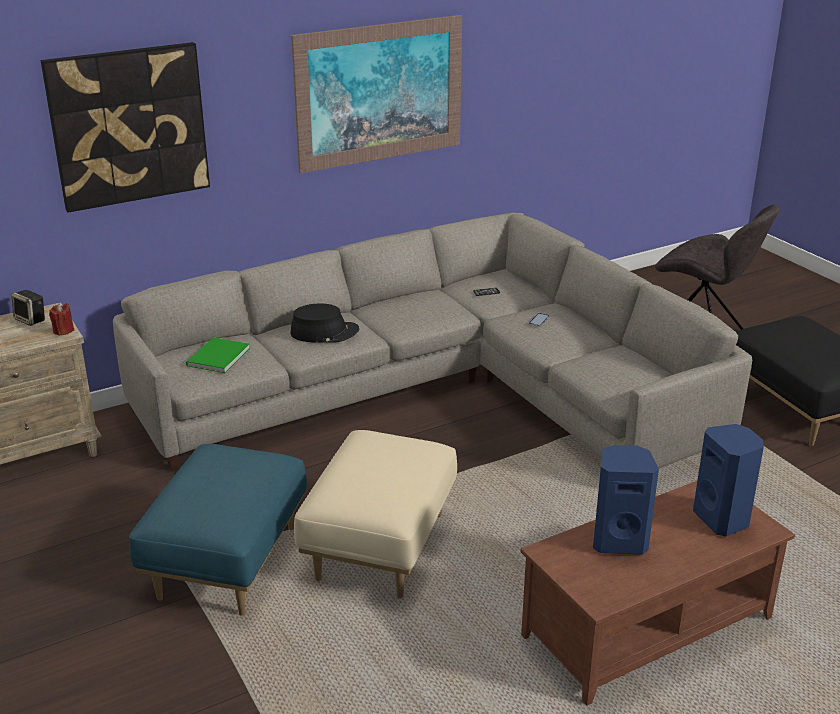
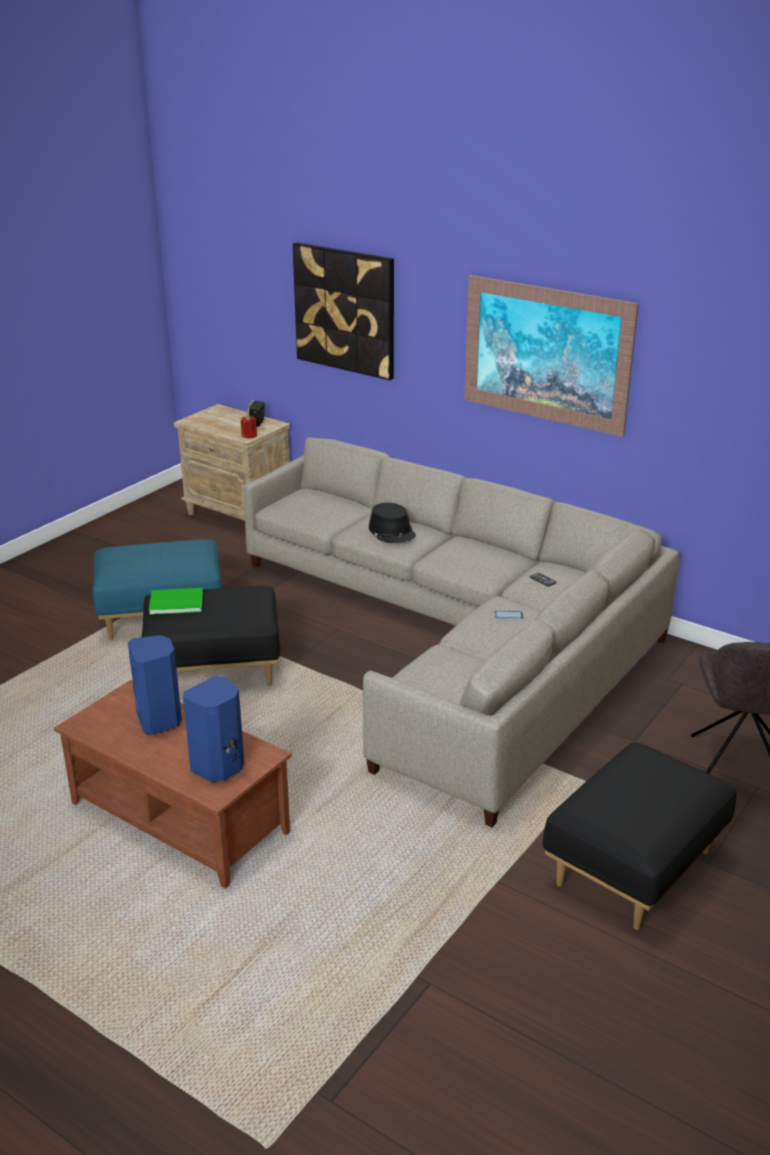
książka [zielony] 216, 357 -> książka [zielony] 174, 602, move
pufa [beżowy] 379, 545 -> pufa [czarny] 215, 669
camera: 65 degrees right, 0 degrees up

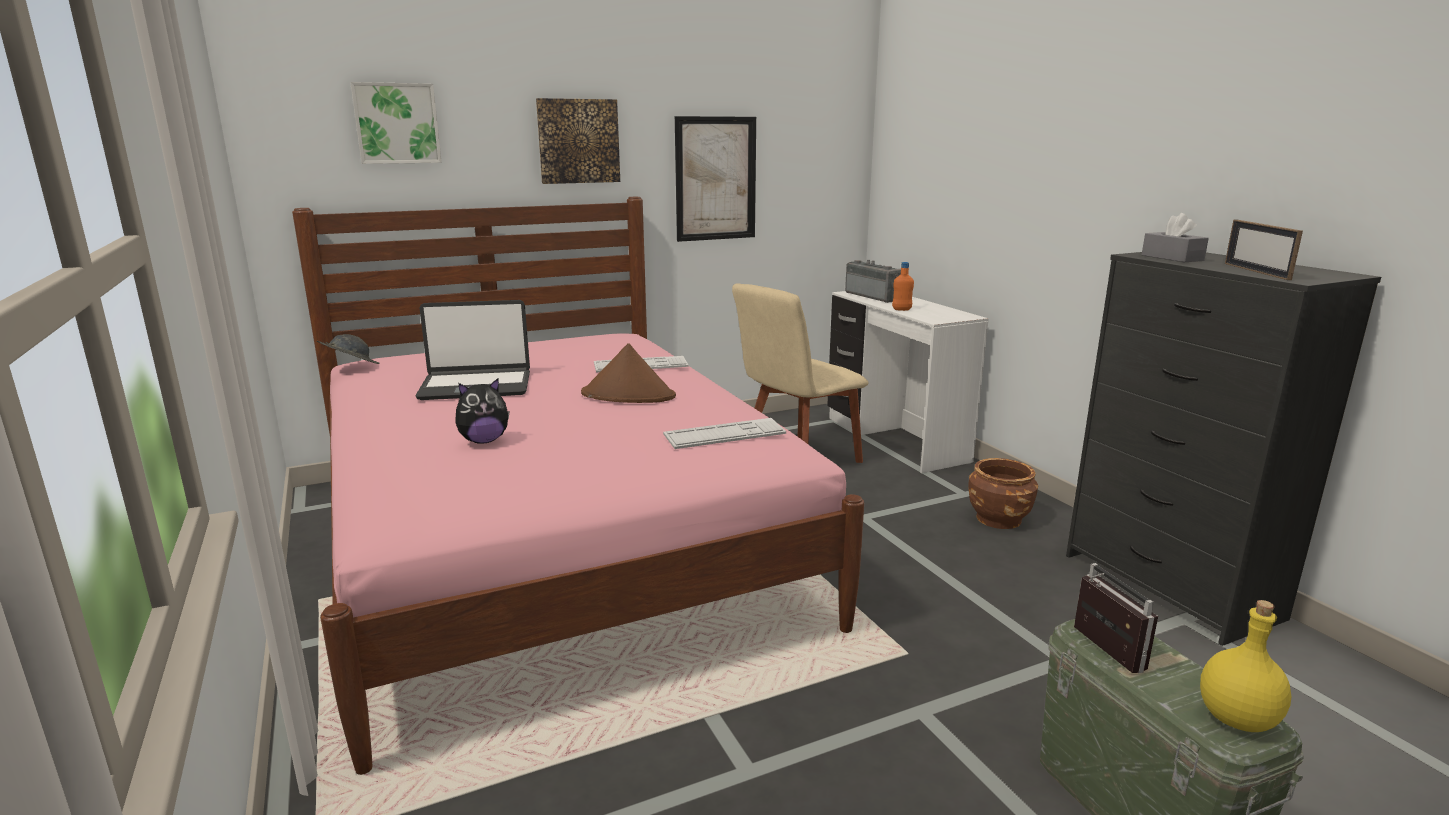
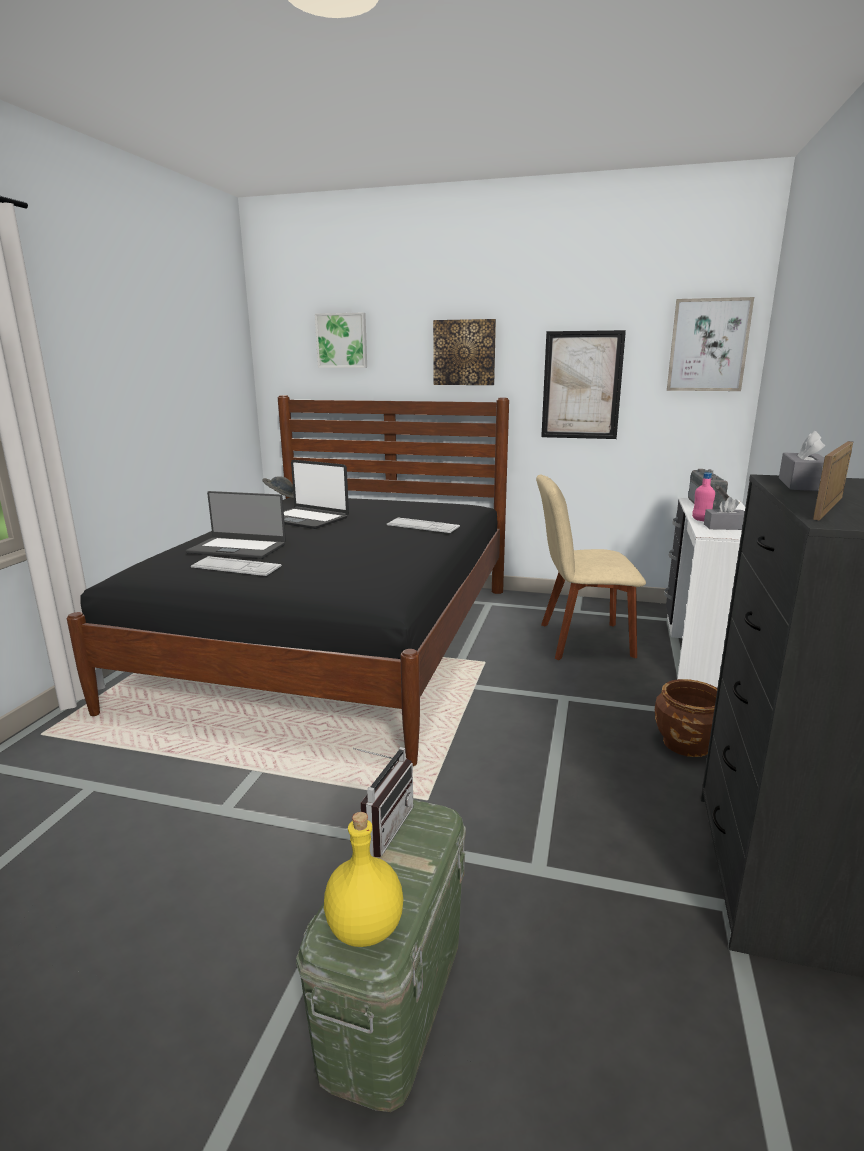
łóżko [różowy] 552, 545 -> łóżko [czarny] 336, 641
pluszak 484, 441 -> laptop 238, 548
kapelusz [brązowy] 629, 395 -> none
klawiatura 725, 434 -> klawiatura 236, 567, move
butelka [pomarańczowy] 901, 309 -> butelka [różowy] 701, 520
none -> obraz 708, 345
none -> pudełko chusteczek [szary] 725, 527
camera: 40 degrees right, 0 degrees up

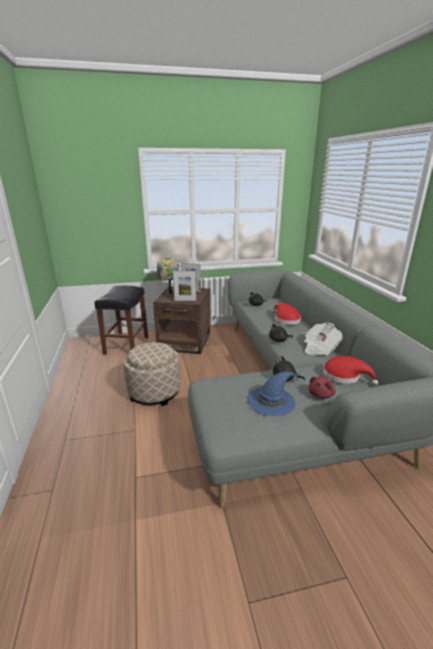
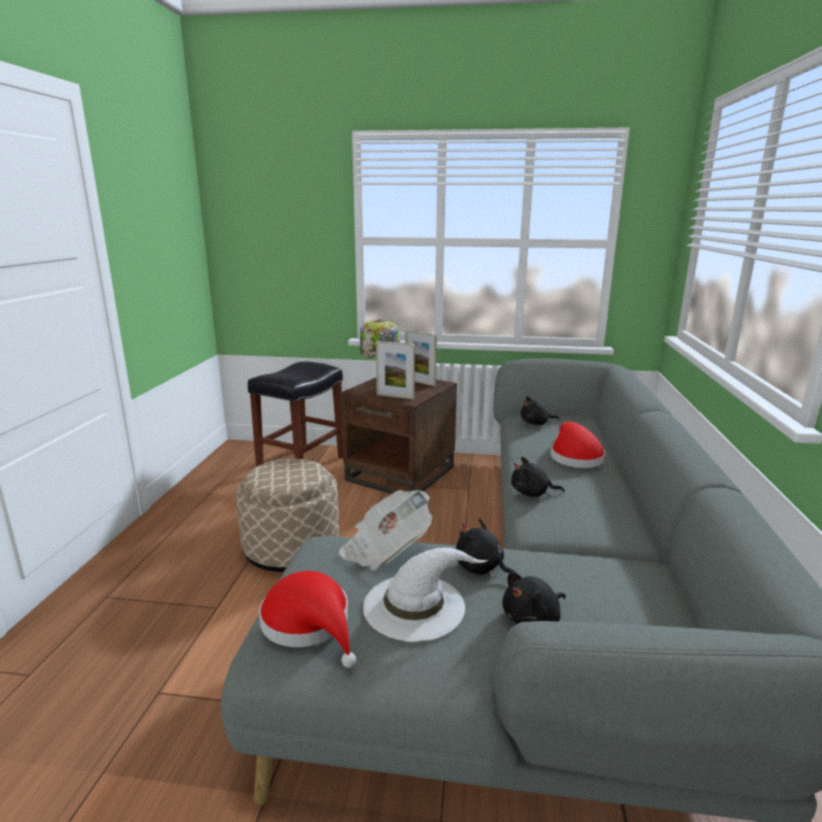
kapelusz [niebieski] 271, 400 -> kapelusz [biały] 415, 605
gazeta 320, 348 -> gazeta 385, 549, move
pluszak [czerwony] 321, 394 -> pluszak [czarny] 533, 619
kapelusz [czerwony] 344, 376 -> kapelusz [czerwony] 310, 624, move
camera: 20 degrees right, 5 degrees down

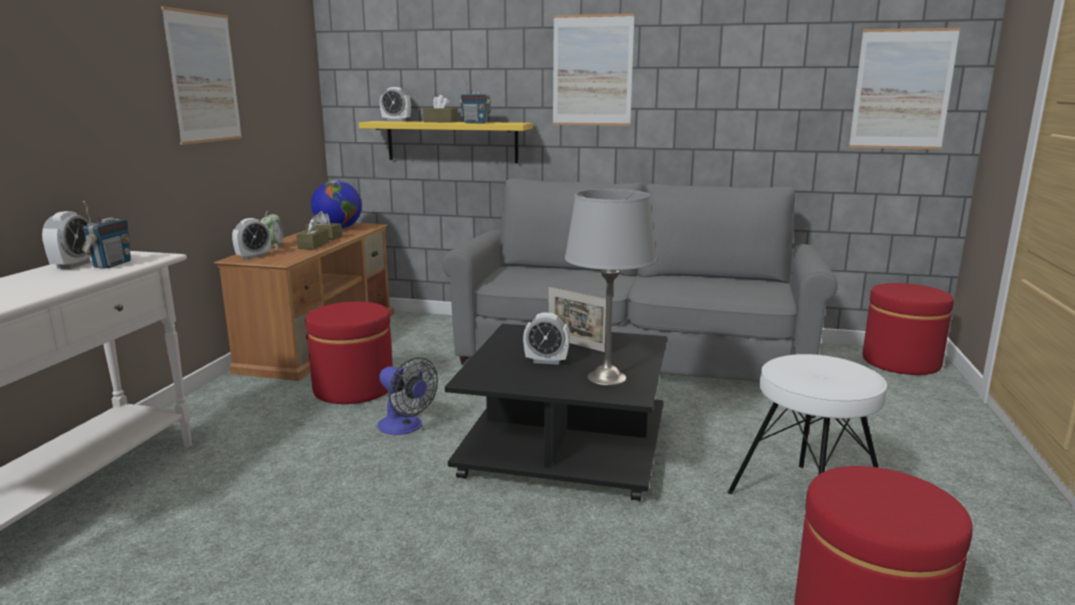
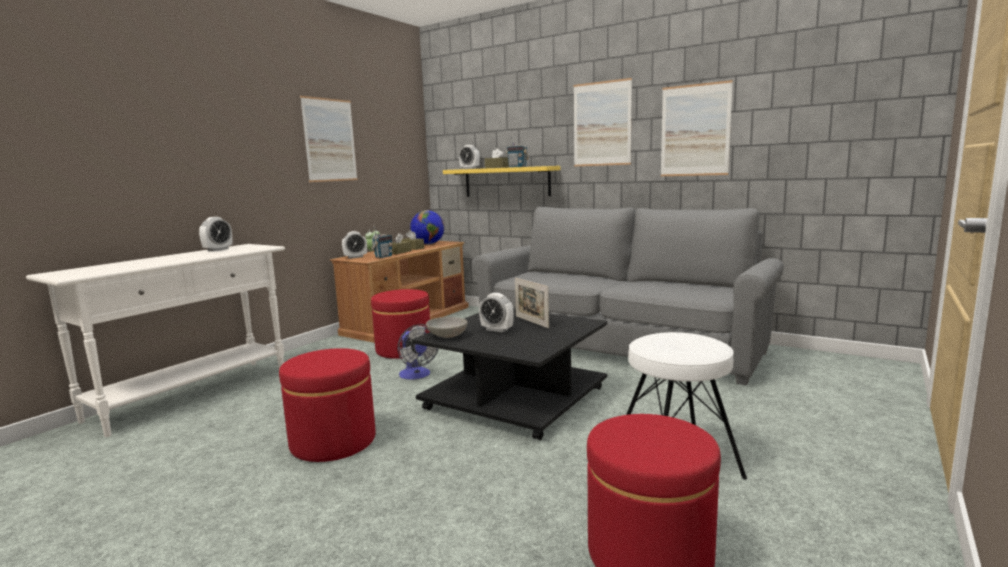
radio 112, 264 -> radio 383, 257, move
lampa stołowa [szary] 607, 378 -> none
obraz 902, 89 -> obraz 695, 130, move
pufa [czerwony] 901, 362 -> pufa [czerwony] 333, 441, move
none -> miska [szary] 447, 336
camera: 20 degrees right, 5 degrees down

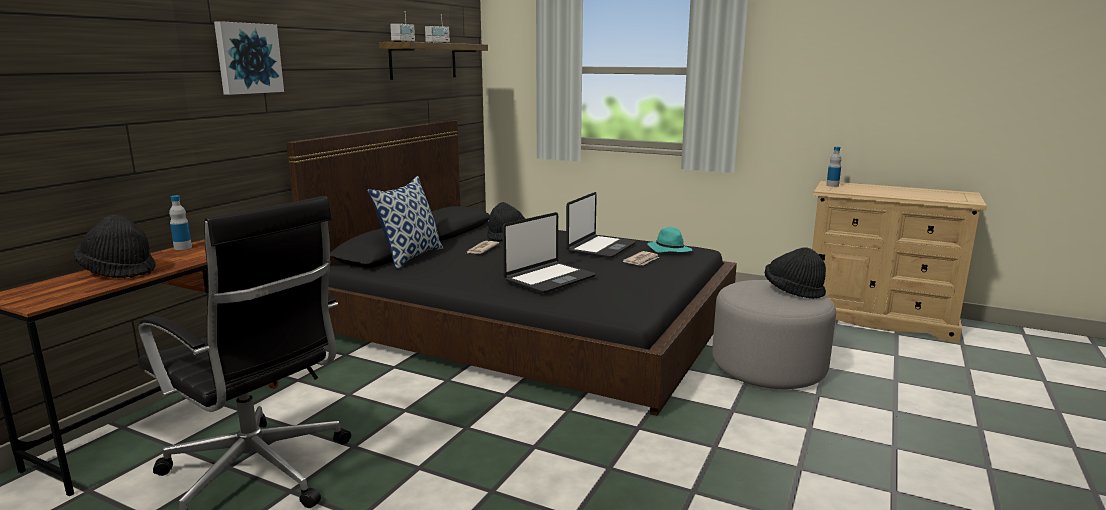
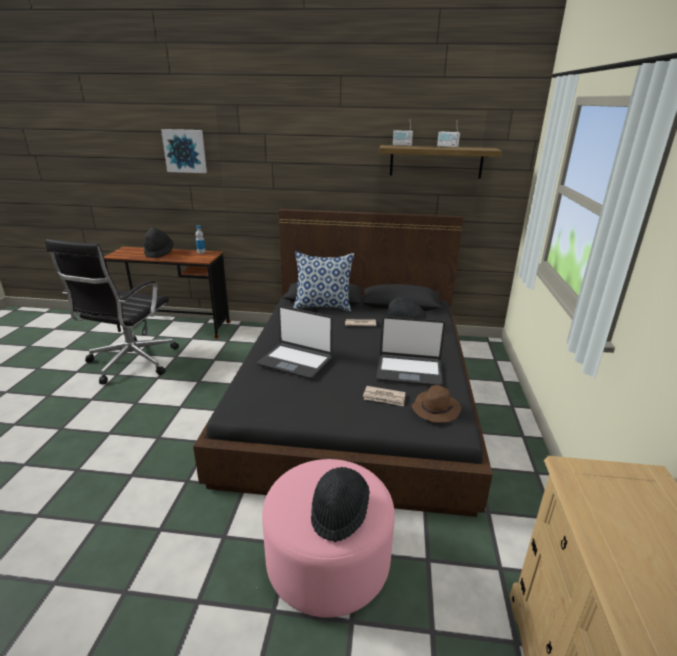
obraz 248, 58 -> obraz 185, 151, move
kapelusz [turkusowy] 668, 250 -> kapelusz [brązowy] 435, 409
pufa [szary] 768, 367 -> pufa [różowy] 328, 562
butelka 832, 185 -> none
camera: 70 degrees right, 10 degrees up

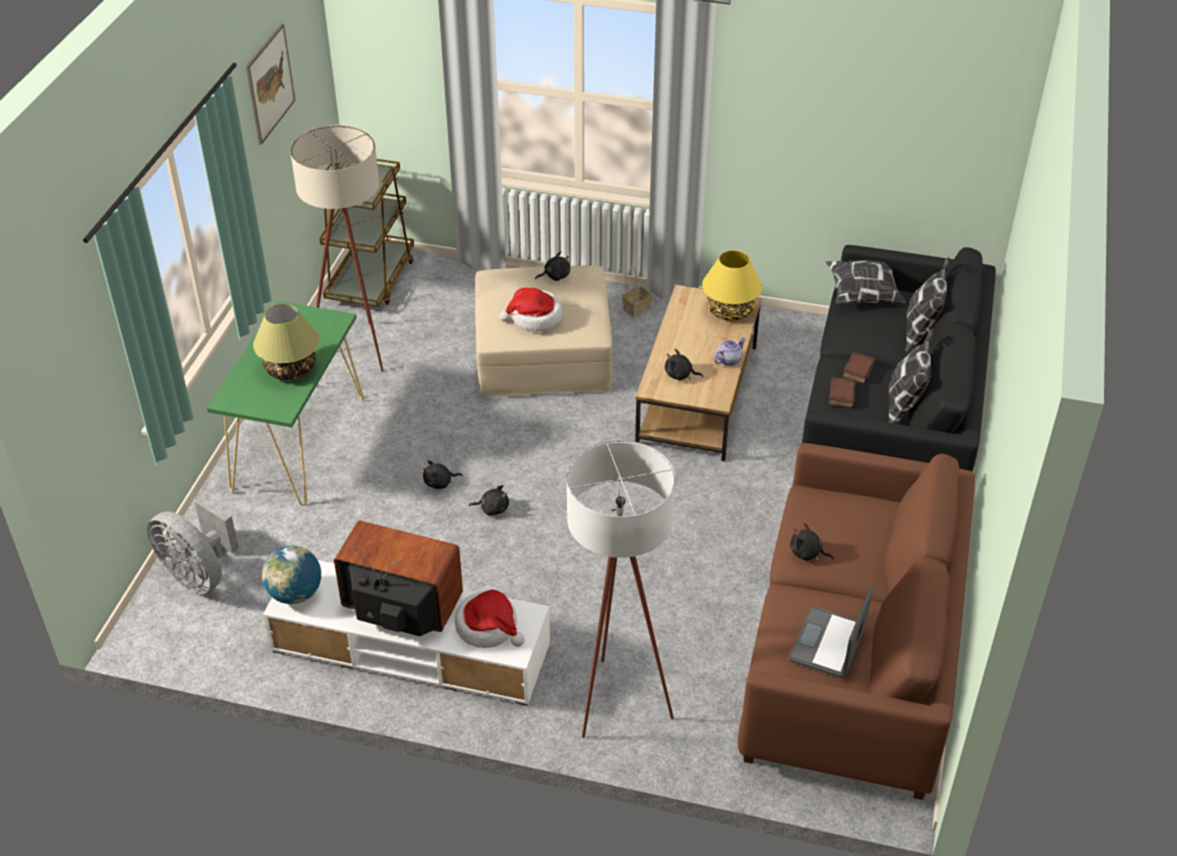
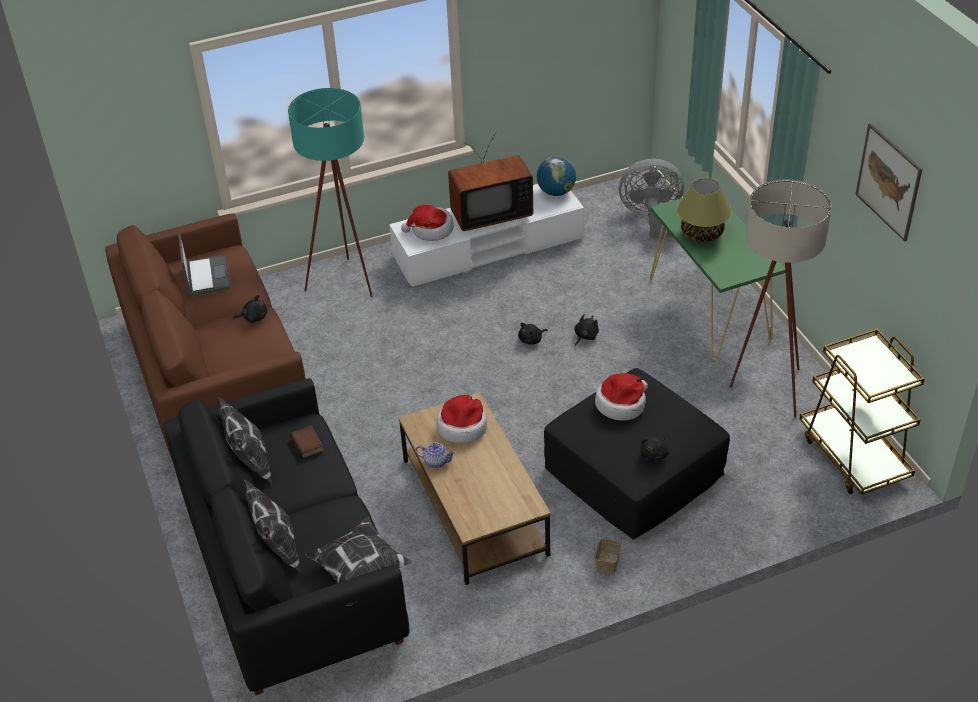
pufa [beżowy] 543, 352 -> pufa [czarny] 635, 472
lampa stojąca [biały] 616, 695 -> lampa stojąca [turkusowy] 347, 285
pluszak [czarny] 680, 375 -> kapelusz 462, 426
lampa stołowa [żółty] 729, 311 -> none
imbryk 728, 360 -> imbryk 436, 461, 90 degrees counterclockwise
książka 857, 370 -> none
camera: 145 degrees right, 0 degrees up

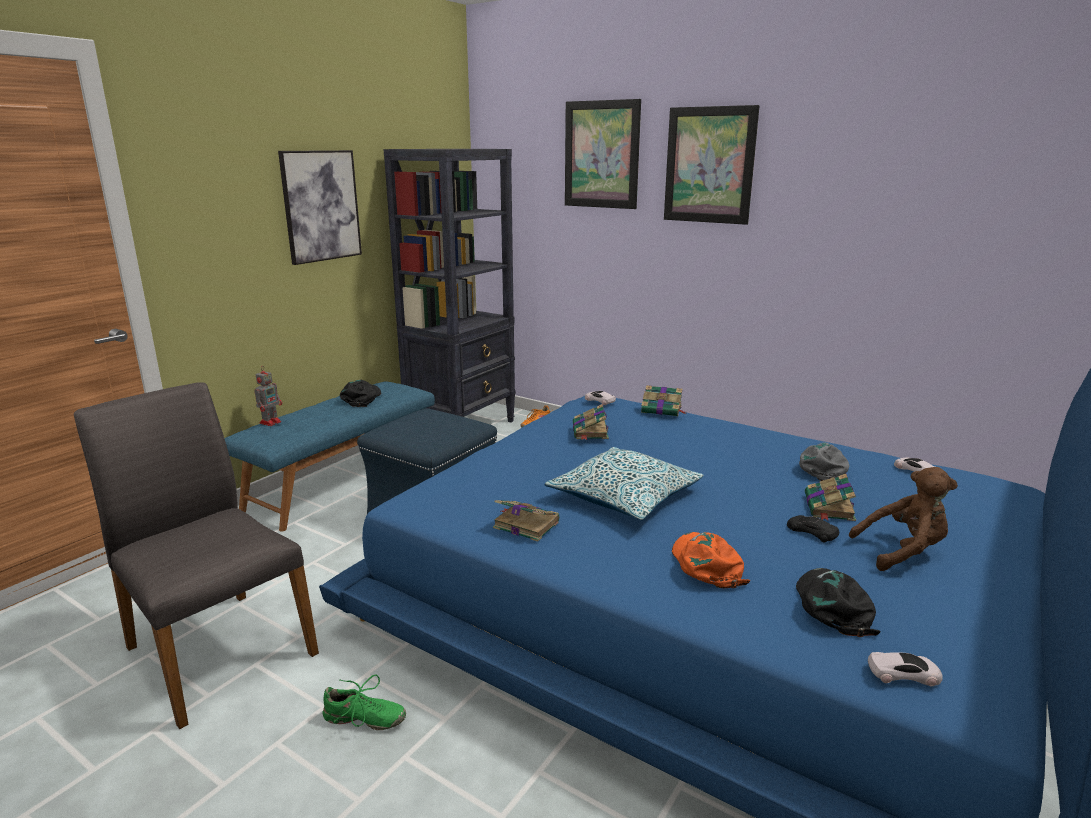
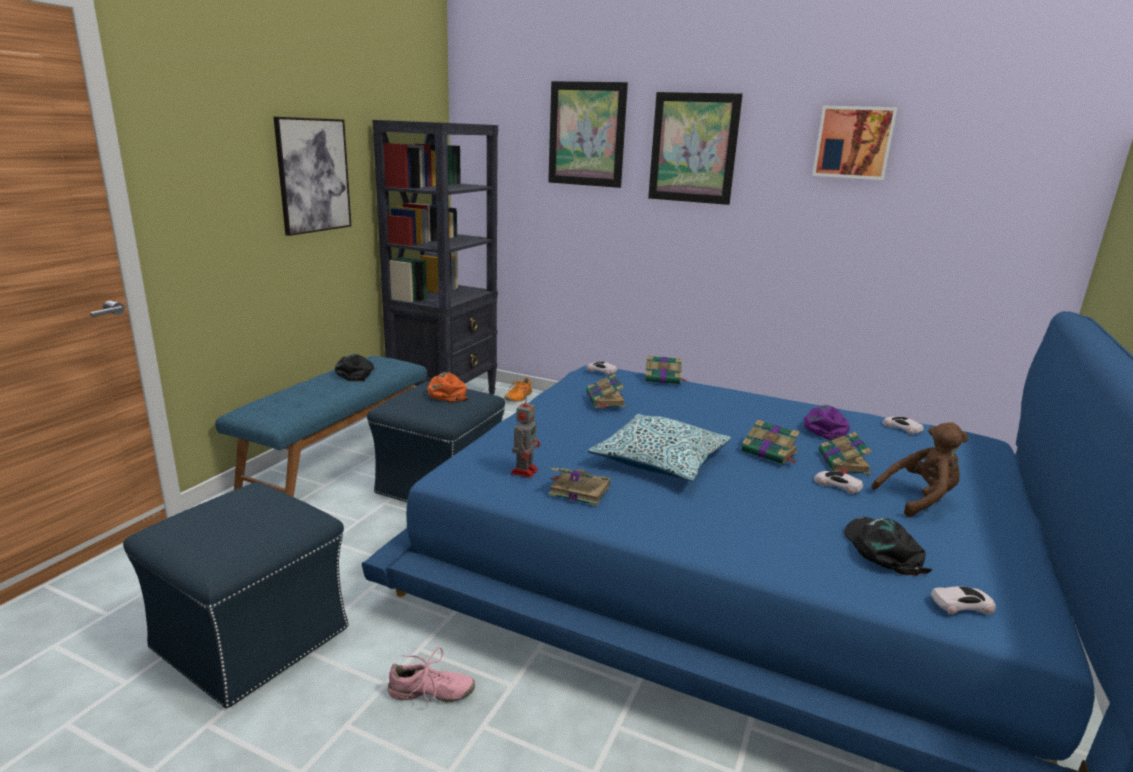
krzesło [szary] 217, 650 -> pufa [niebieski] 253, 637
robot zabawkowy 271, 422 -> robot zabawkowy 525, 471, move
but [zielony] 364, 719 -> but [różowy] 431, 693
czapka z daszkiem [pomarańczowy] 706, 564 -> czapka z daszkiem [pomarańczowy] 446, 393, move
samochodzik [czarny] 811, 532 -> samochodzik [biały] 837, 485
czapka z daszkiem [szary] 823, 468 -> czapka z daszkiem [fioletowy] 824, 428
none -> książka 770, 452
none -> obraz 853, 142
camera: 10 degrees left, 0 degrees up

